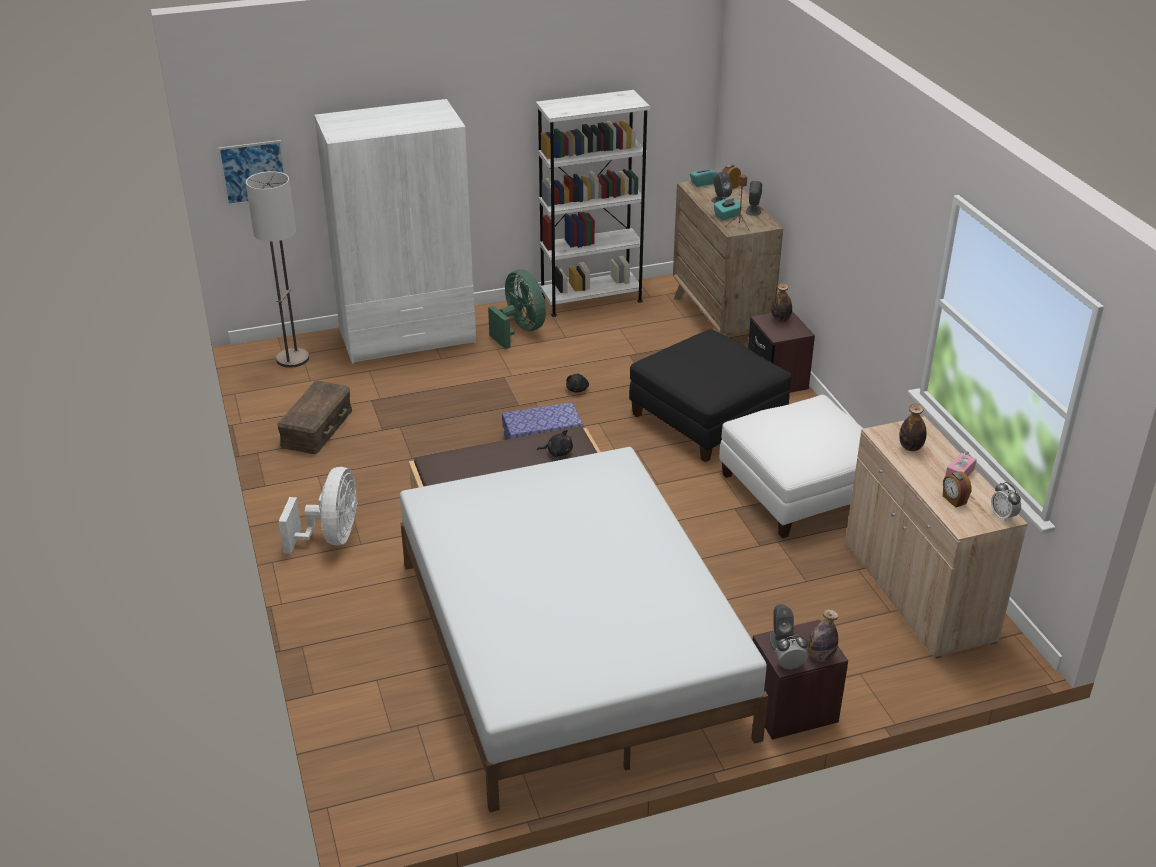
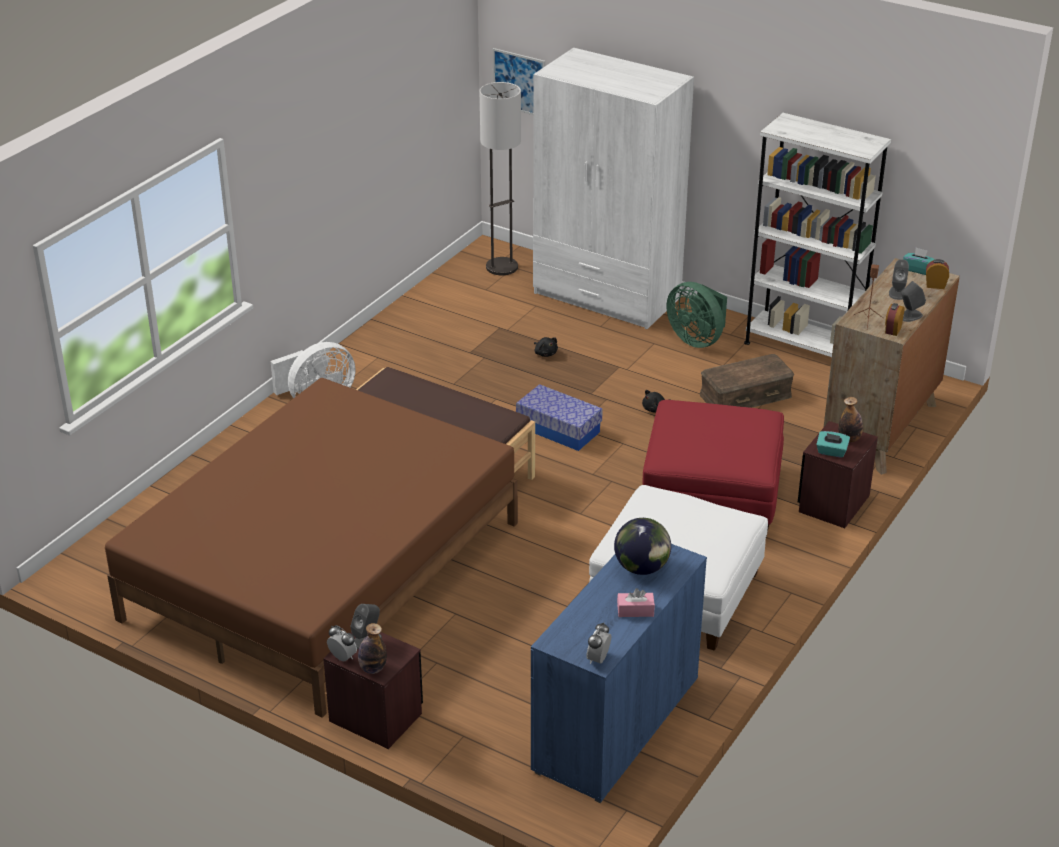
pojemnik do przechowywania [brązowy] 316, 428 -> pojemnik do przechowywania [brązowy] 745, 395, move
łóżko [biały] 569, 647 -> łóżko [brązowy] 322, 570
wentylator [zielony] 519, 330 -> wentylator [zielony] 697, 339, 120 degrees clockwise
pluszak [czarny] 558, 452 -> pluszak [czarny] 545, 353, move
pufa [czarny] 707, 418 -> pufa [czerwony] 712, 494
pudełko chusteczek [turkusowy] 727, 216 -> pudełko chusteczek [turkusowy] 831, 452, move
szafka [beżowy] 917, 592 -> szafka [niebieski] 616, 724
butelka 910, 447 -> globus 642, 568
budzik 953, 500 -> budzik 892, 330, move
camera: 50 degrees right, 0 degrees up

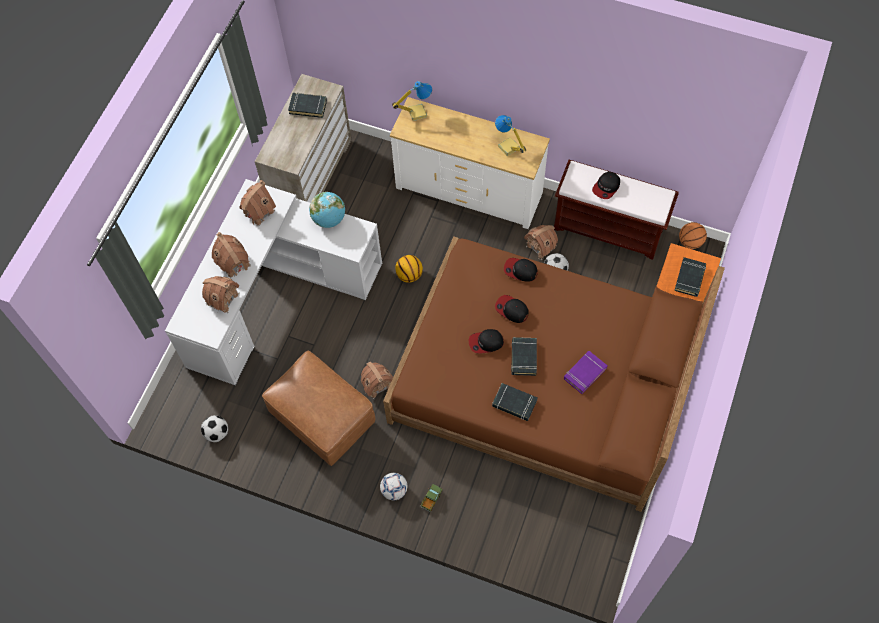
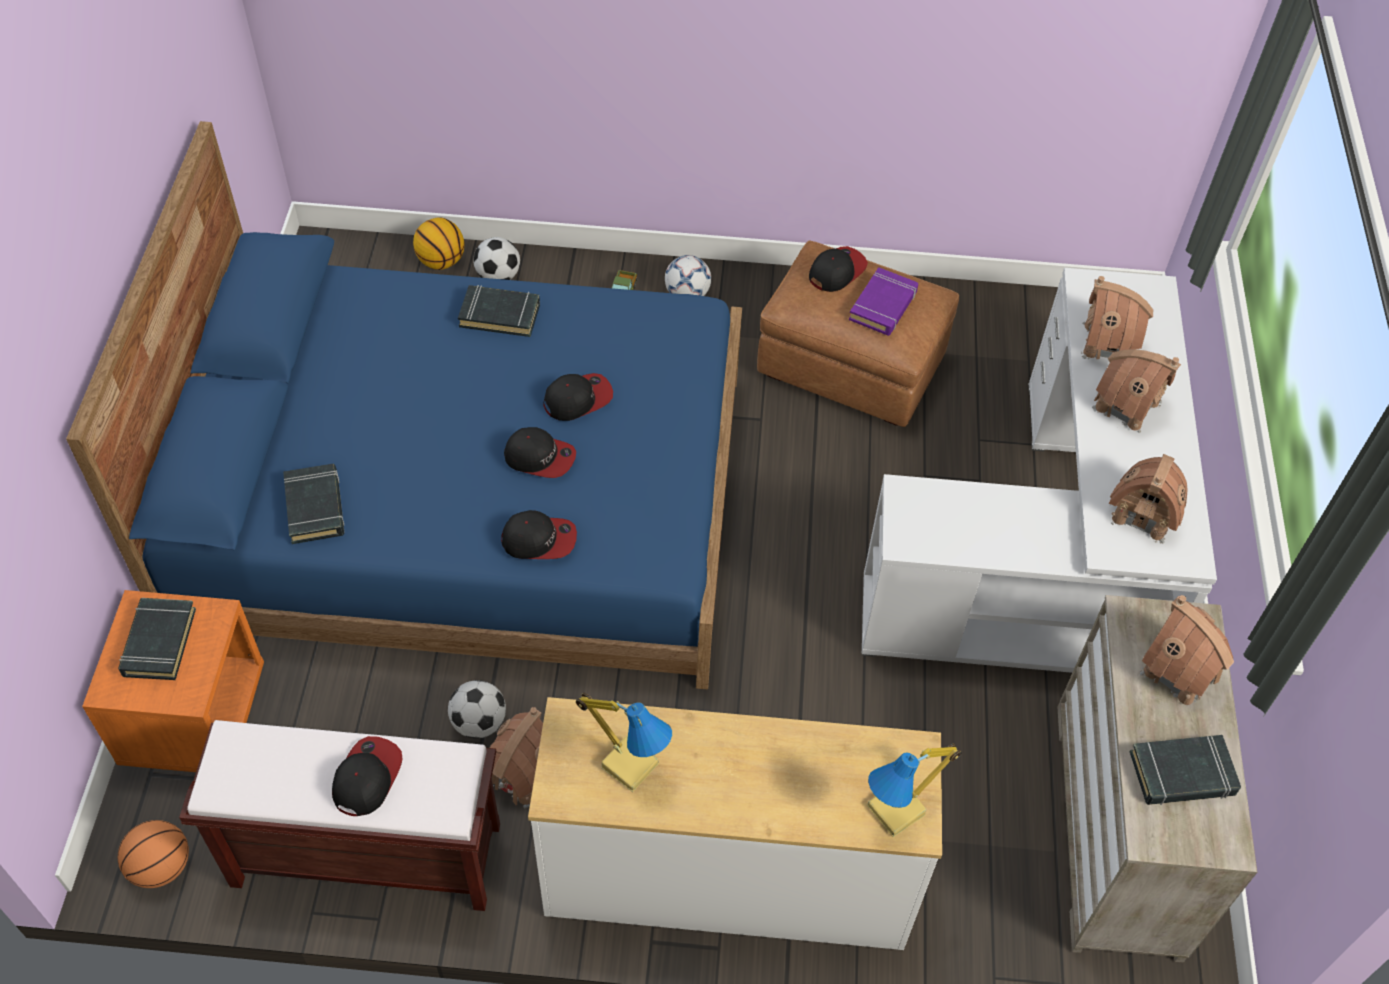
piłka futbolowa 217, 433 -> piłka futbolowa 498, 276, move
globus 329, 219 -> none
domek 377, 384 -> domek 1179, 672, move
łóżko [brązowy] 542, 382 -> łóżko [niebieski] 467, 501
piłka do koszykówki 409, 275 -> piłka do koszykówki 441, 261, move
książka [czarny] 523, 358 -> książka [czarny] 315, 507, move
książka [fioletowy] 584, 373 -> książka [fioletowy] 883, 306, move
none -> czapka z daszkiem 837, 271
camera: 160 degrees right, 10 degrees down

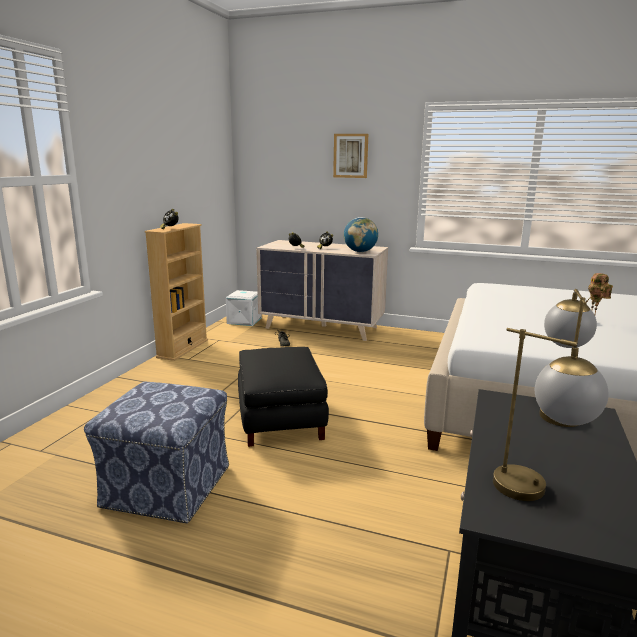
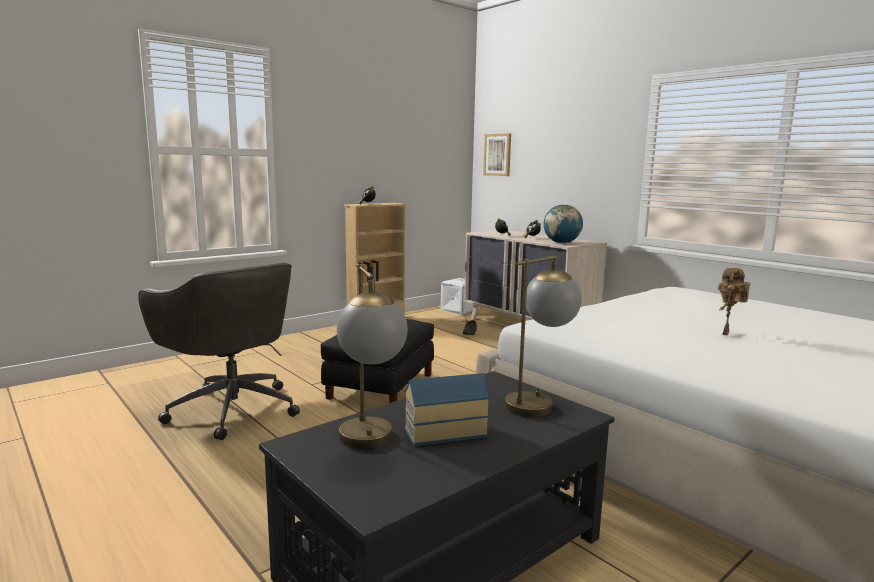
pufa 166, 487 -> krzesło biurowe [szary] 232, 408
obraz 351, 156 -> obraz 497, 155, move
none -> domek 443, 431
camera: 30 degrees right, 5 degrees down

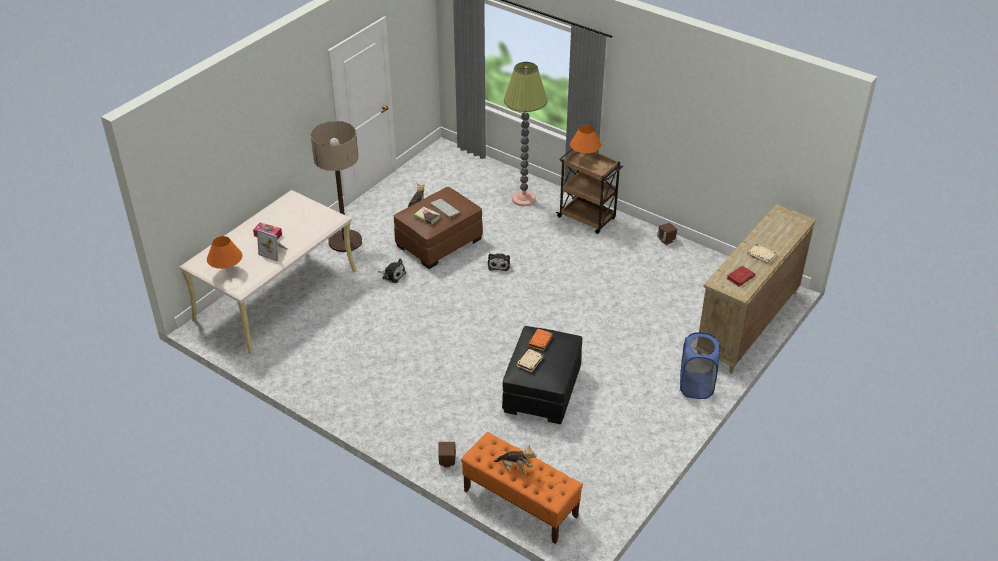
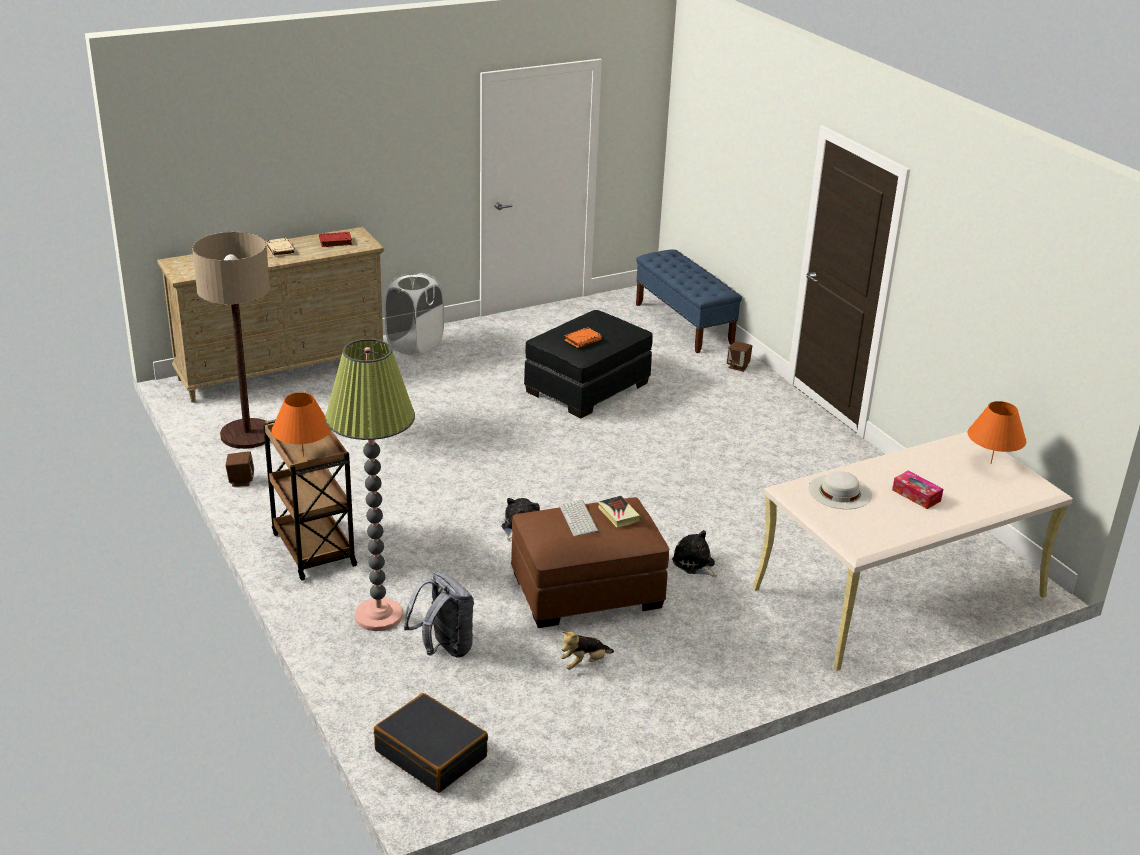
ramka na zdjęcie 274, 251 -> none
lampa stojąca 345, 241 -> lampa stojąca 247, 434, move
ławka [pomarańczowy] 520, 503 -> ławka [niebieski] 684, 324
pluszak 515, 467 -> none
książka [beżowy] 529, 362 -> none
kosz na pranie [niebieski] 696, 386 -> kosz na pranie [biały] 415, 345
none -> walizka [czarny] 431, 753
none -> plecak [szary] 443, 648
none -> kapelusz [biały] 840, 492
camera: 155 degrees left, 10 degrees down

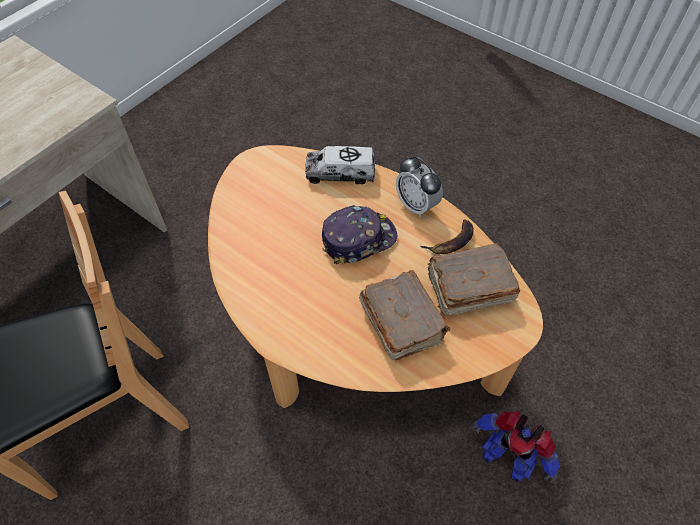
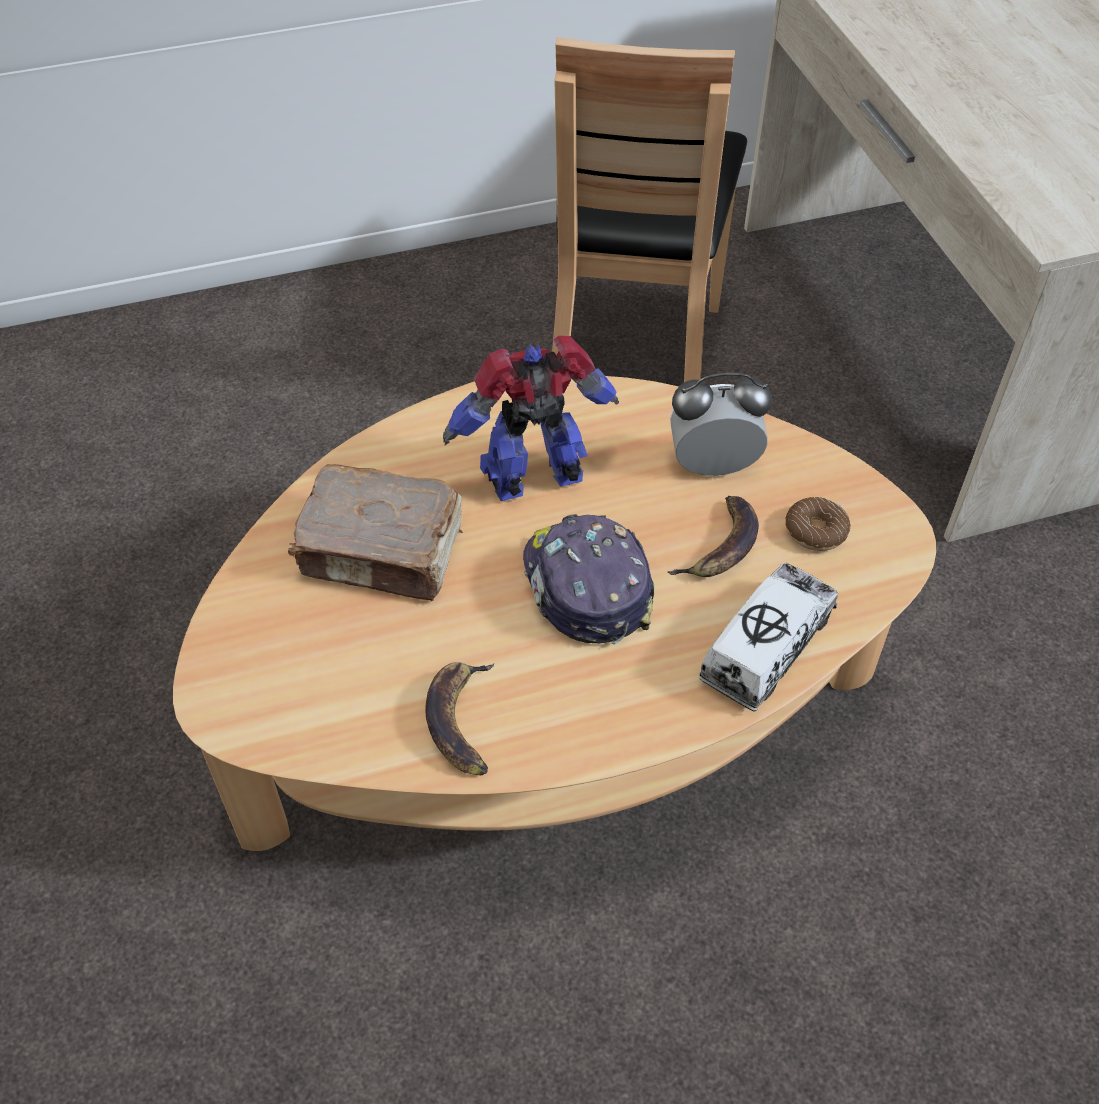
czapka z daszkiem 358, 239 -> czapka z daszkiem 585, 586, 150 degrees clockwise
budzik 416, 205 -> budzik 713, 466, move
książka [brązowy] 468, 288 -> none
robot zabawkowy 506, 457 -> robot zabawkowy 536, 478, move
none -> banan 721, 546
none -> donut 815, 531
camera: 125 degrees right, 5 degrees down

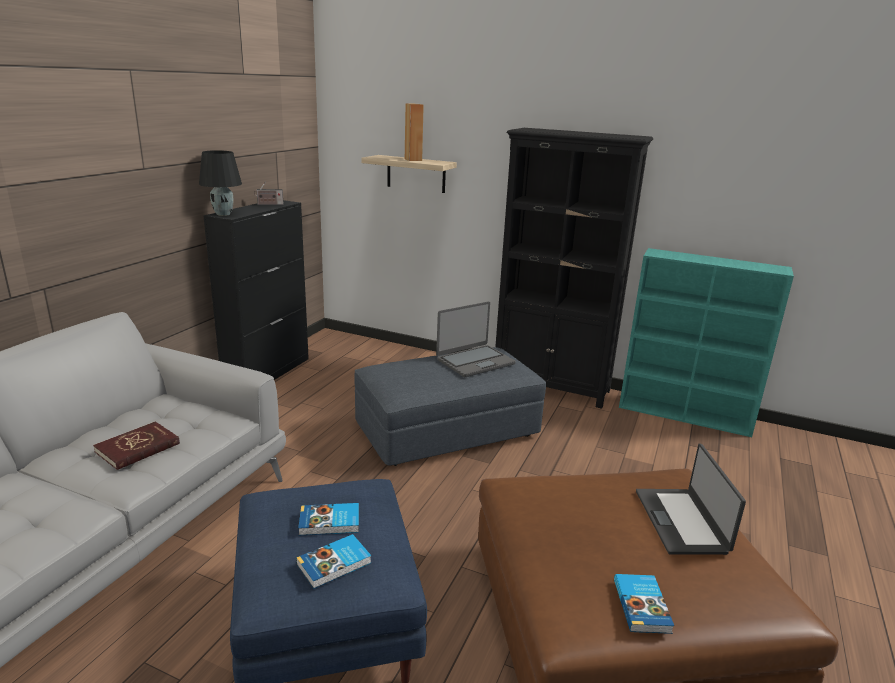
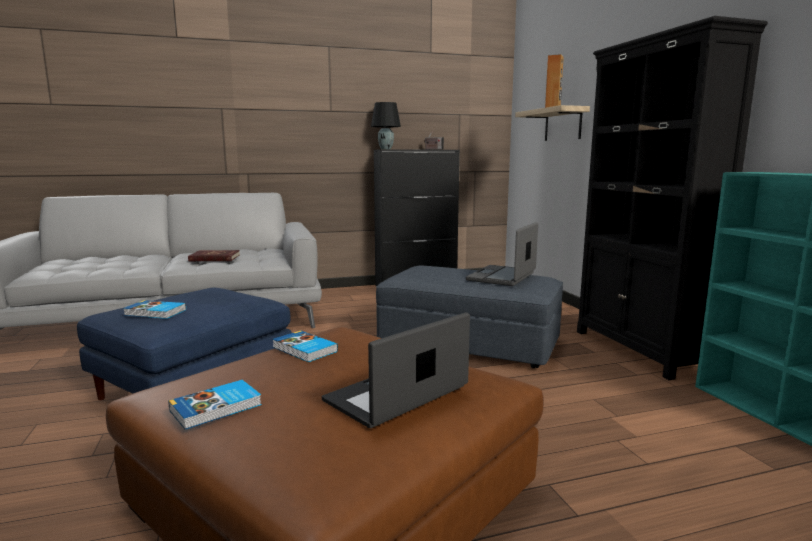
książka 330, 522 -> książka 304, 350, move
laptop 475, 361 -> laptop 502, 277, 105 degrees clockwise
camera: 50 degrees right, 10 degrees down

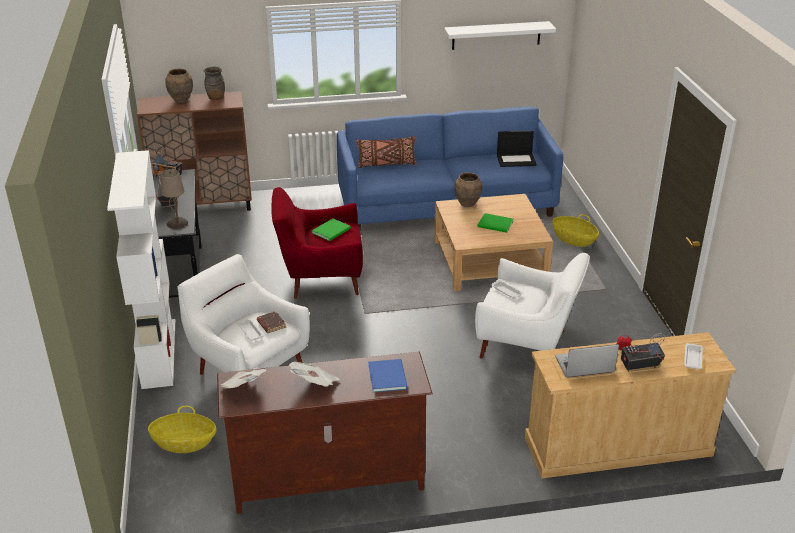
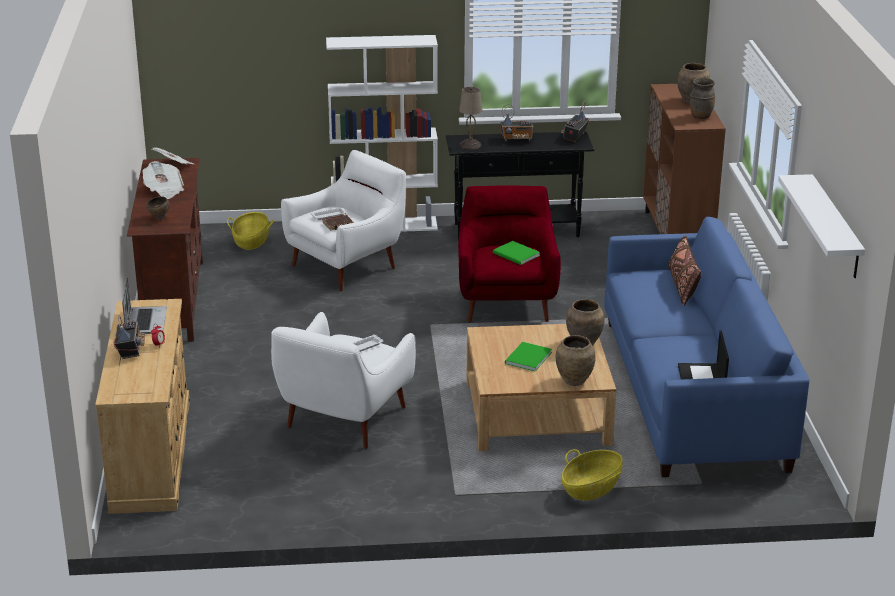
książka [niebieski] 388, 376 -> miska [brązowy] 159, 218
taca [biały] 692, 358 -> none
none -> wazon [brązowy] 574, 381
camera: 95 degrees right, 5 degrees down

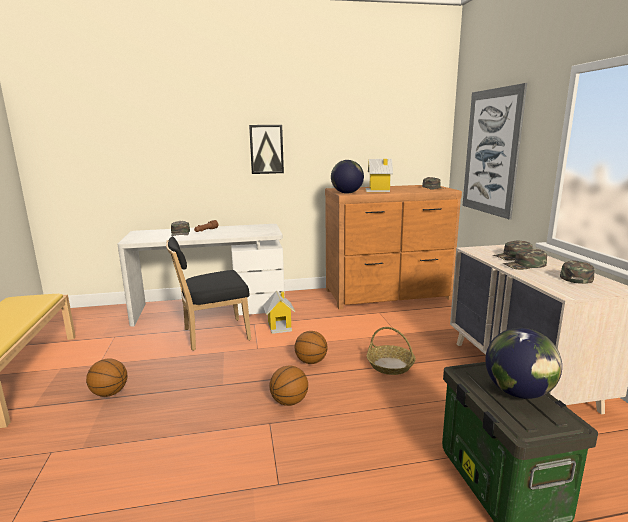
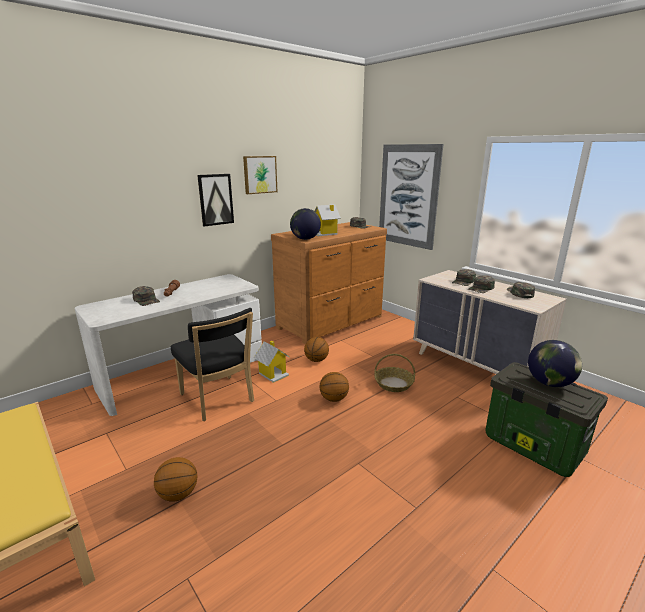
krzesło [czarny] 213, 335 -> krzesło [czarny] 218, 399, 75 degrees counterclockwise
piłka do koszykówki 289, 402 -> piłka do koszykówki 316, 360, move
none -> obraz 259, 174
camera: 30 degrees left, 5 degrees up

